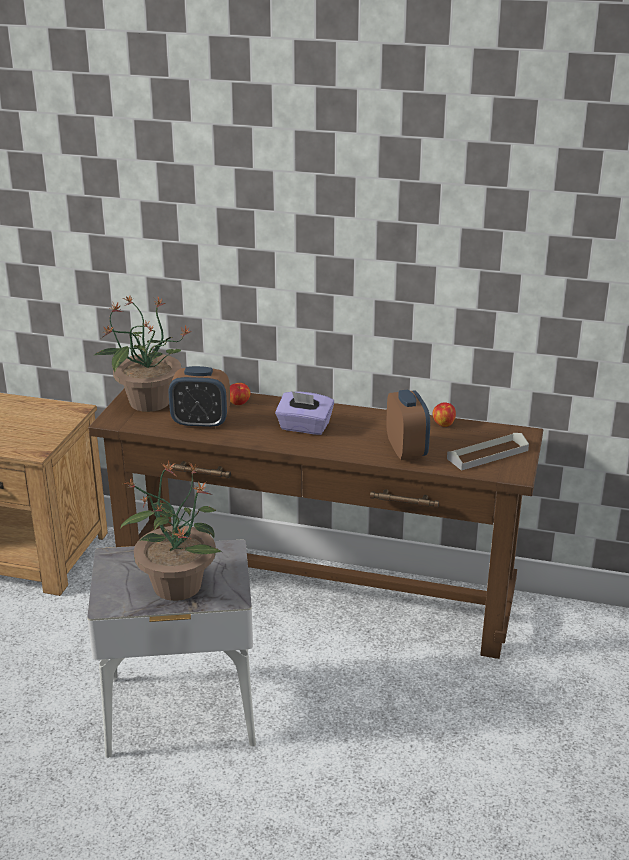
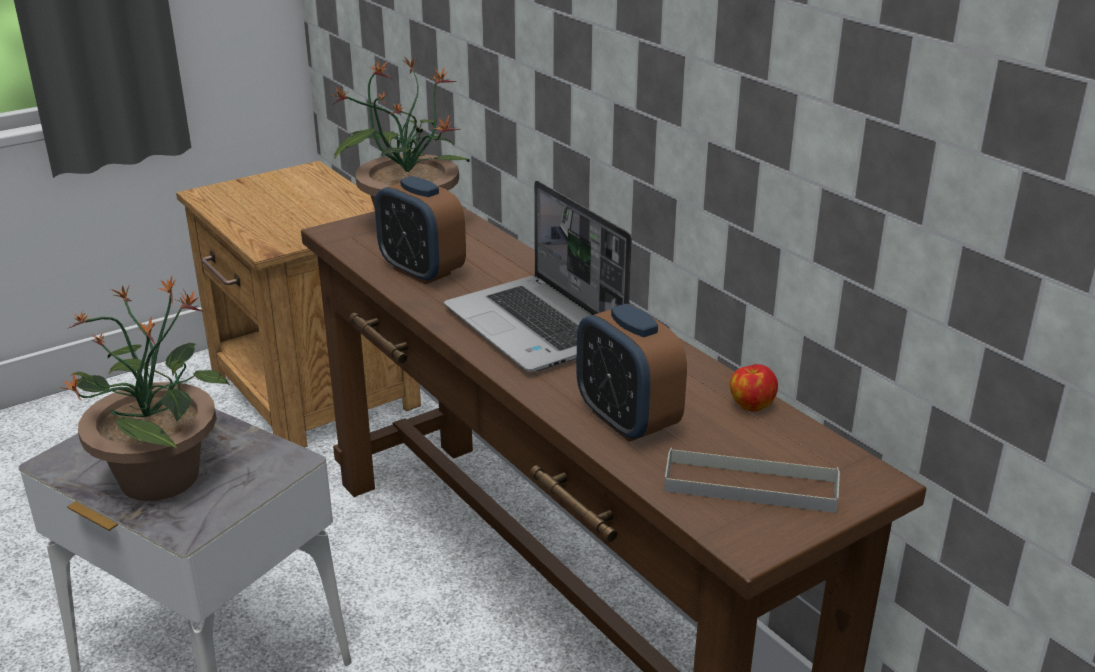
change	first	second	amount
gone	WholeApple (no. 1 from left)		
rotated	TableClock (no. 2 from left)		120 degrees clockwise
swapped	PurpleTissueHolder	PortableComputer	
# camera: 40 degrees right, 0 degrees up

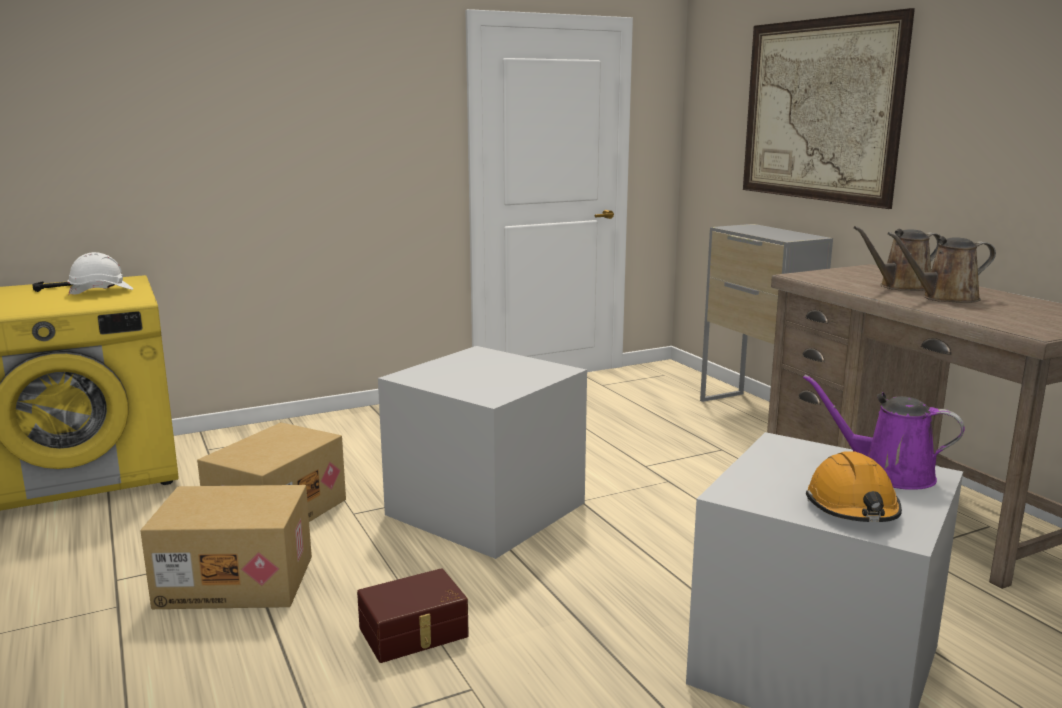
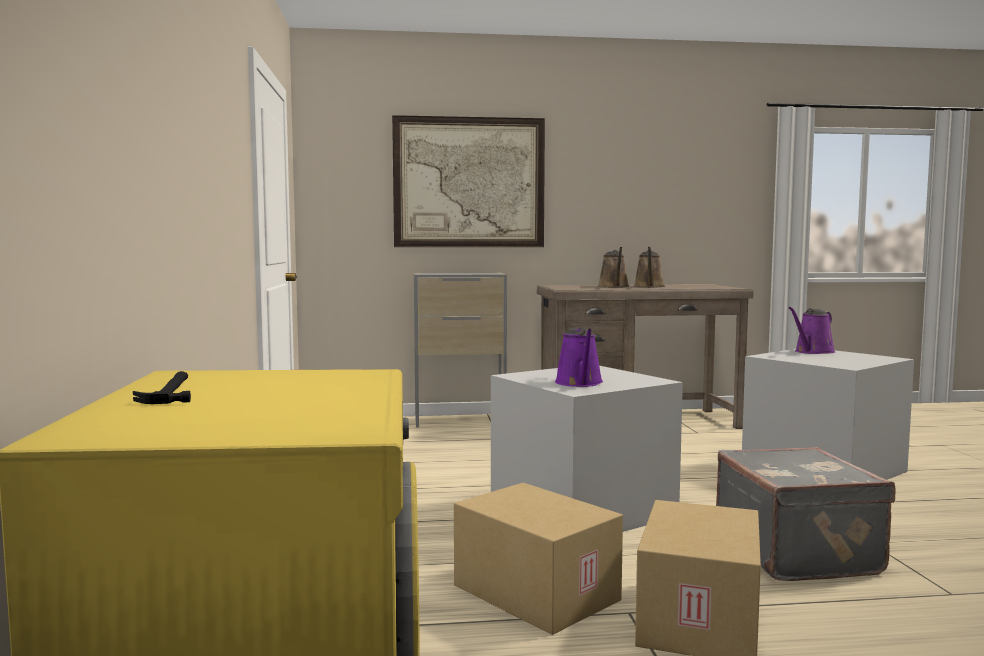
change	first	second	amount
gone	WhiteHardHat		
gone	OrangeHardHat		
swapped	BrownColouredStorageBin	GrayTravelCase	
new		PurpleSprinklingCan (no. 1 from left)	
# camera: 70 degrees left, 10 degrees down

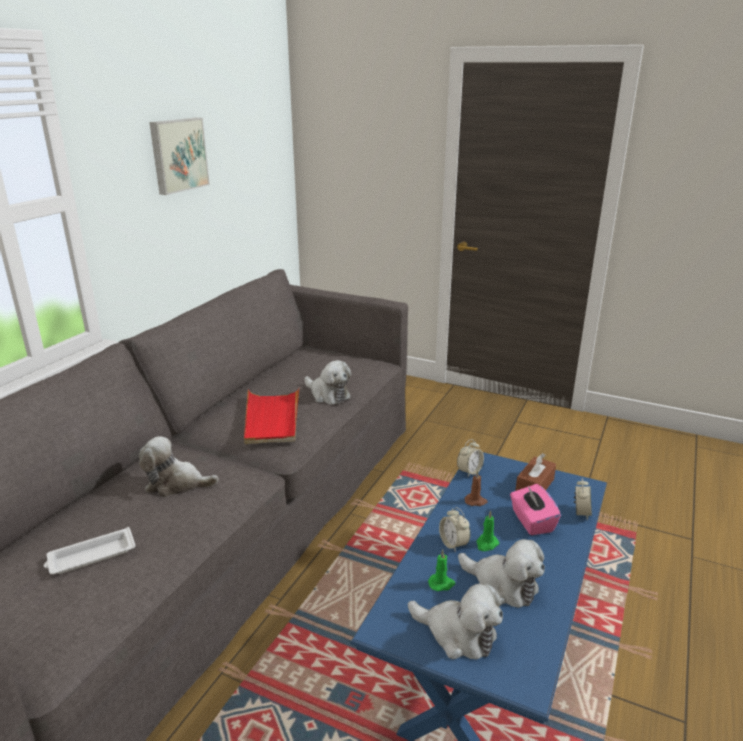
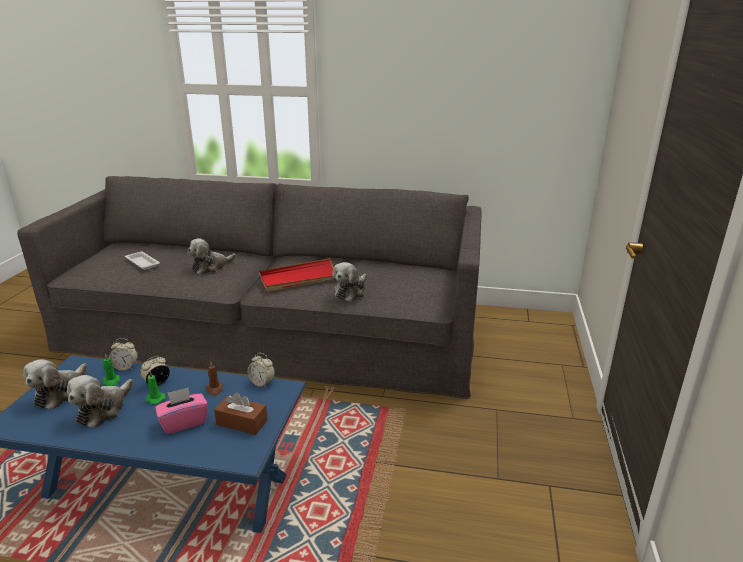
change	first	second	amount
gone	WallArt		
rotated	PlushToy (no. 1 from left in the first image)	PlushToy (no. 3 from left)	120 degrees counterclockwise
shifted	TableClock (no. 3 from left in the first image)	TableClock (no. 1 from left)	
# camera: 75 degrees right, 0 degrees up

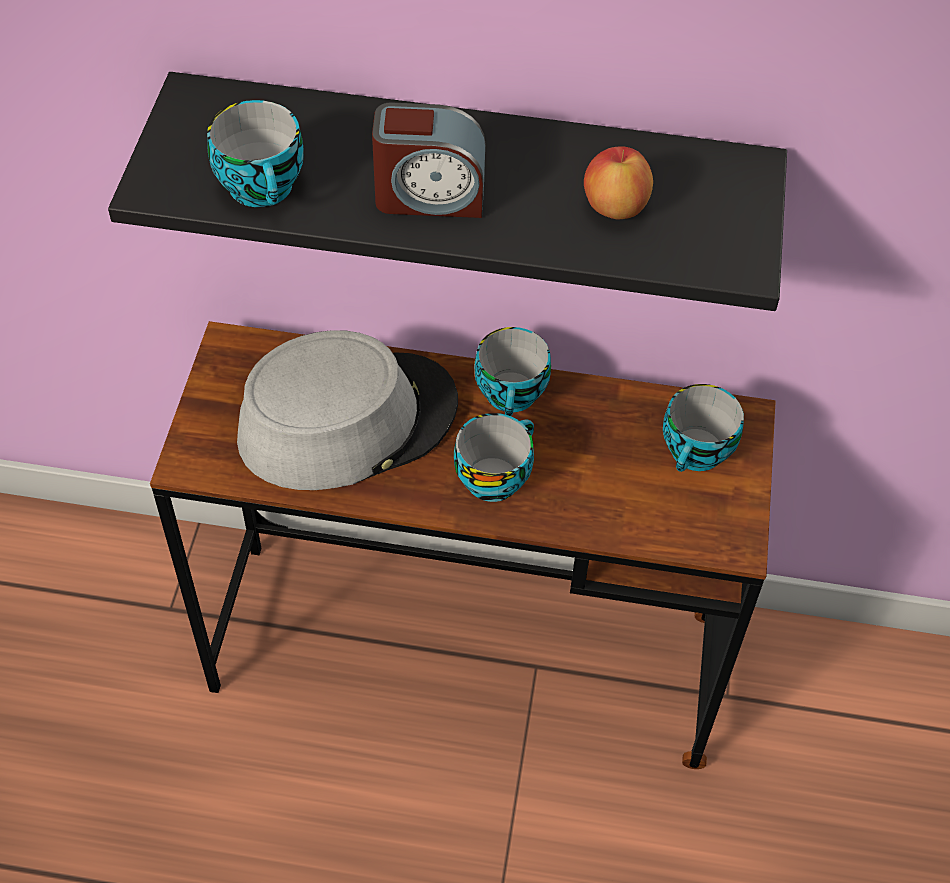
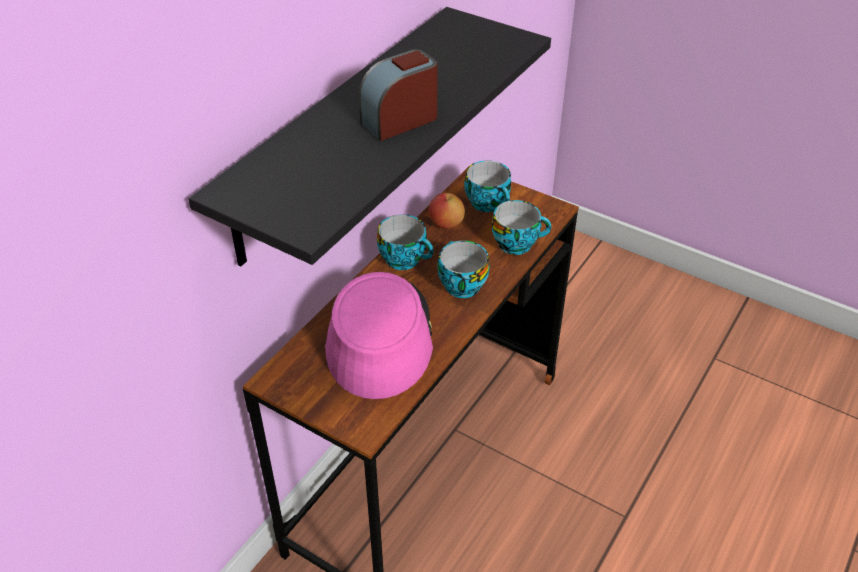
change	first	second	amount
shifted	DrinkingCup (no. 1 from left in the first image)	DrinkingCup (no. 4 from left)	
rotated	TableClock		150 degrees counterclockwise
shifted	WholeApple		
repainted	GrayHat	PinkHat	
# camera: 65 degrees left, 10 degrees down

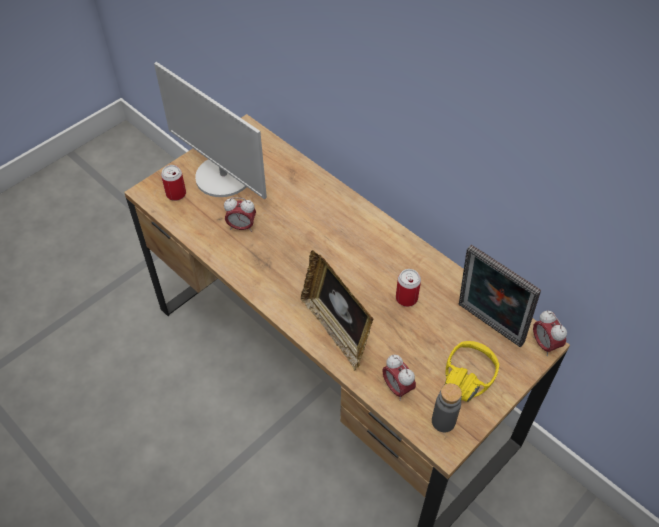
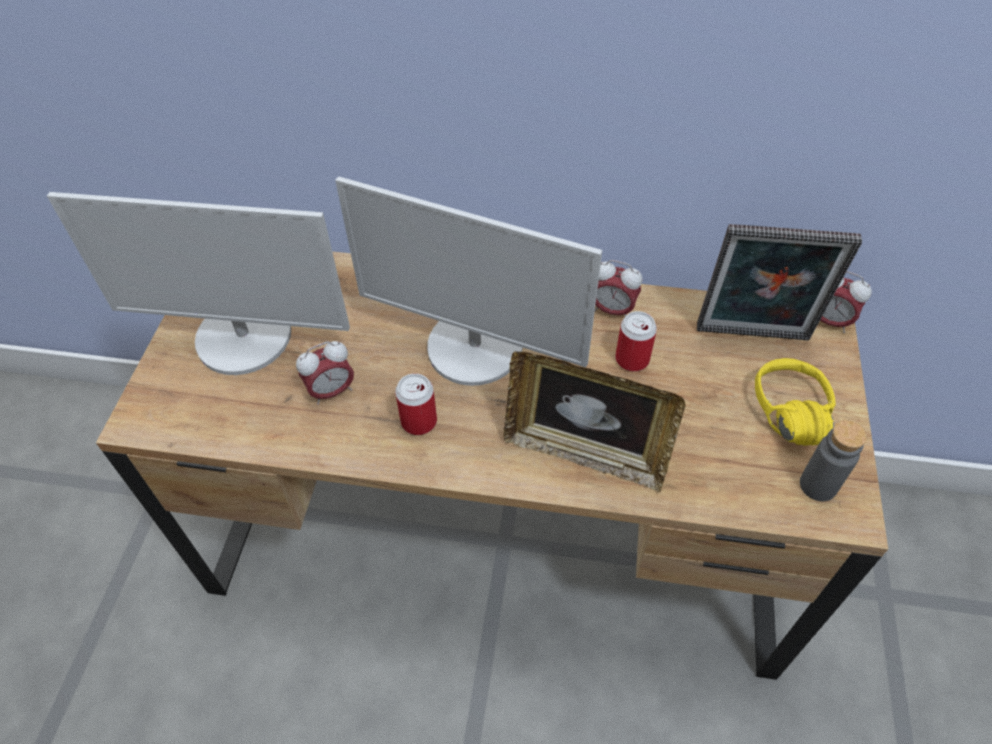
change	first	second	amount
shifted	MetalCan (no. 1 from left)		
shifted	TableClock (no. 2 from left)		
new		ComputerDisplay (no. 2 from left)	
# camera: 35 degrees left, 0 degrees up

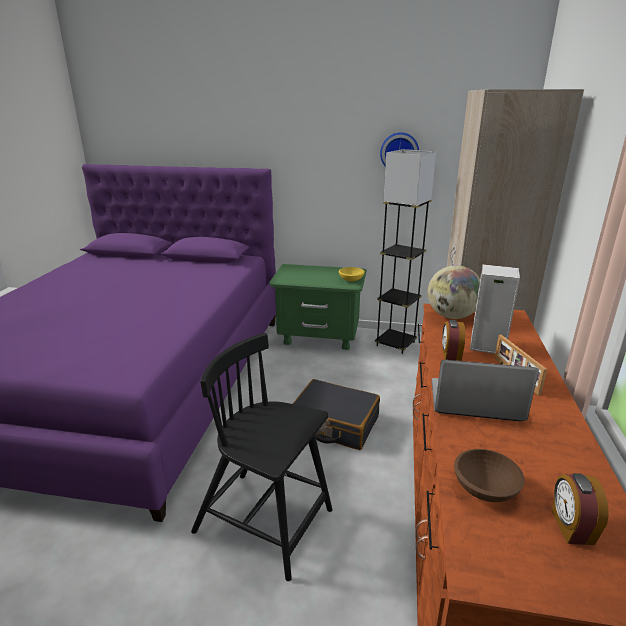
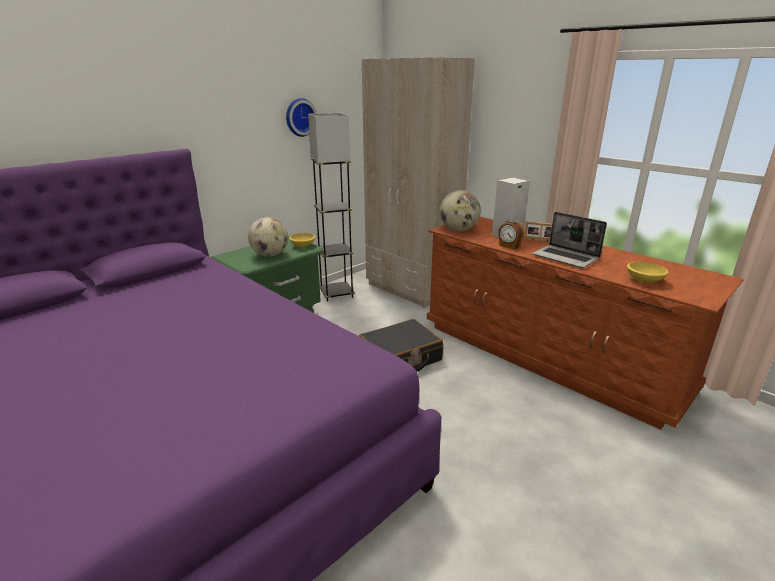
change	first	second	amount
gone	BlackUprightChair		
rotated	PortableComputer		90 degrees counterclockwise
repainted	BrownColouredDeepDish	YellowColouredDeepDish (no. 2 from left)	
gone	TableClock (no. 2 from left)		
new		WorldGlobe (no. 1 from left)	
# camera: 55 degrees left, 0 degrees up

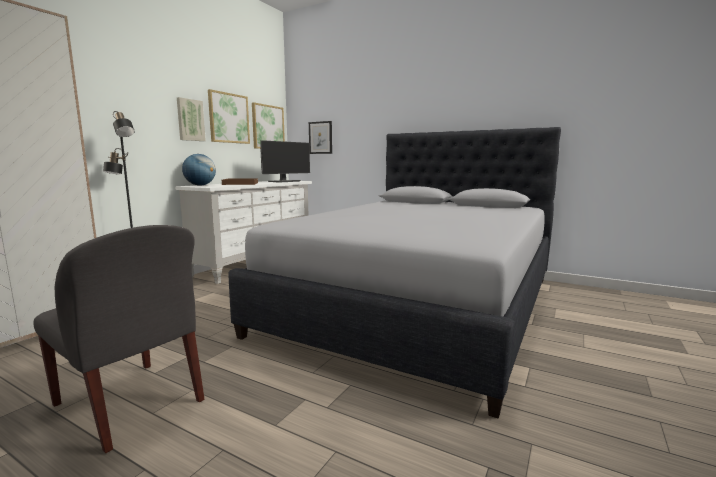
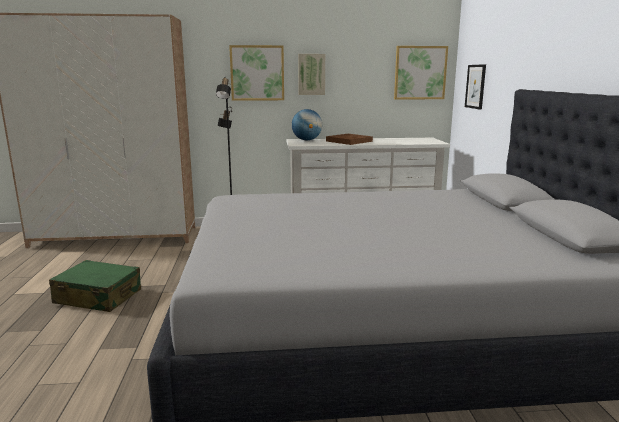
change	first	second	amount
shifted	WallArt (no. 2 from left in the first image)	WallArt (no. 1 from left)	
gone	ComputerDisplay		
swapped	GrayUprightChair	GreenTravelCase	
# camera: 55 degrees right, 5 degrees up

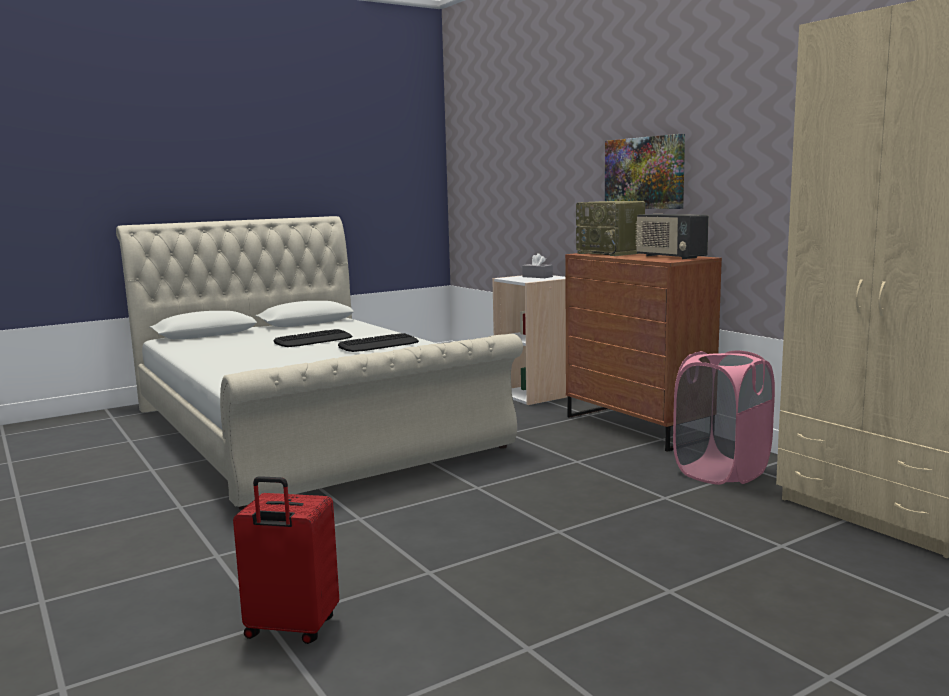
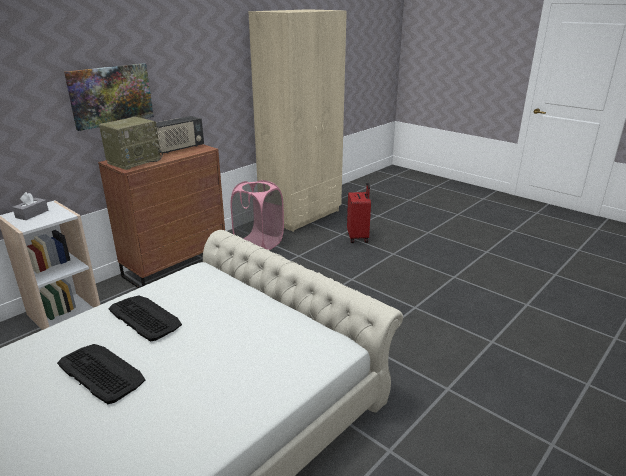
change	first	second	amount
shifted	RedColouredTravelCase		
# camera: 105 degrees left, 15 degrees up

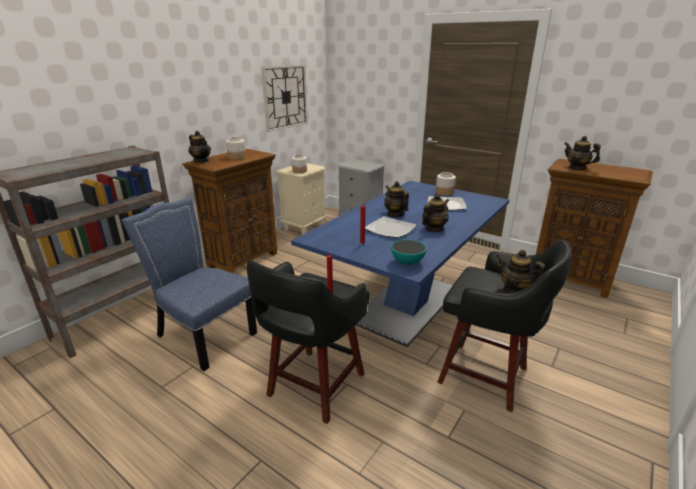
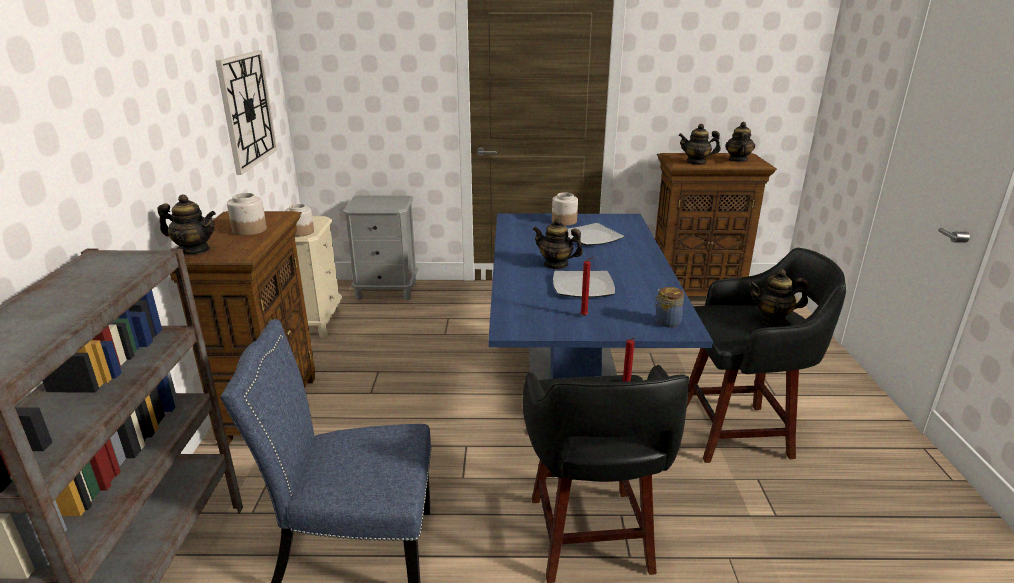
change	first	second	amount
shifted	TeaPot (no. 3 from left in the first image)	TeaPot (no. 4 from left)	
swapped	DeepDish	StorageJar (no. 4 from left)	
# camera: 35 degrees left, 0 degrees up

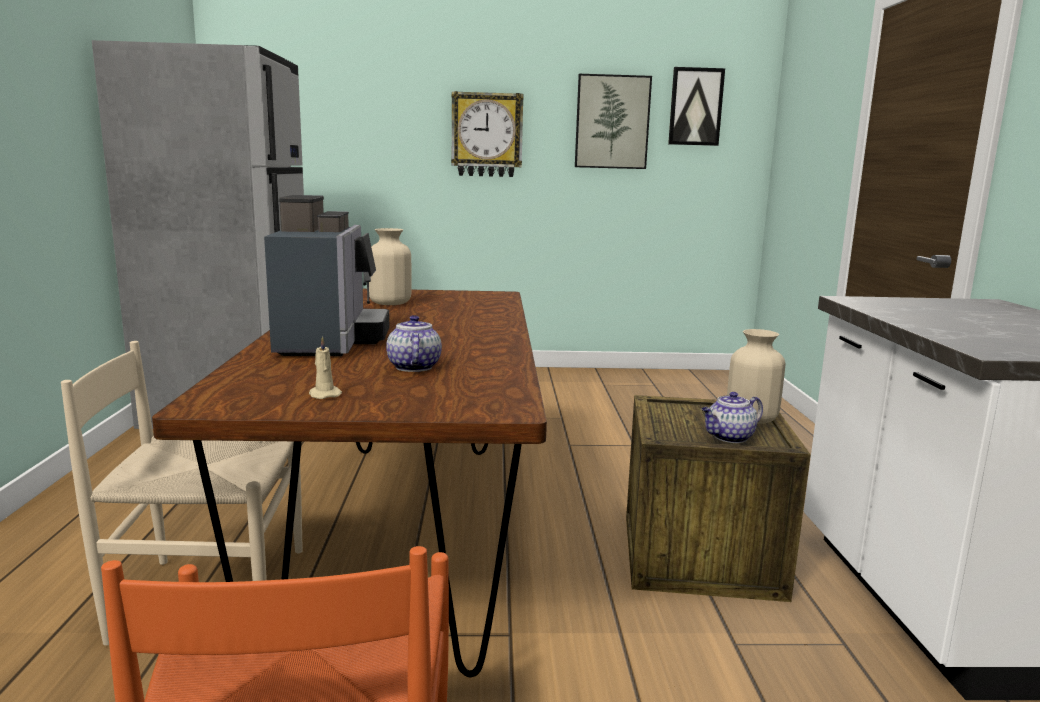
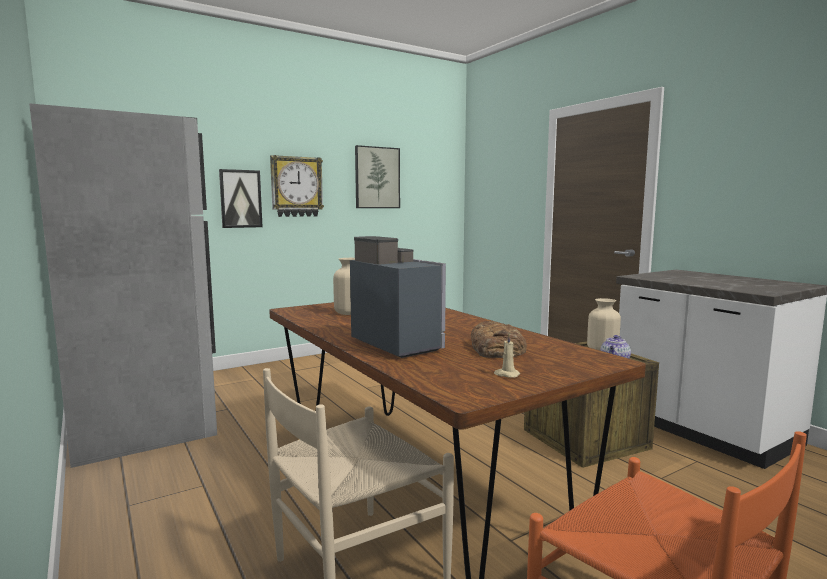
change	first	second	amount
shifted	WallArt (no. 2 from left in the first image)	WallArt (no. 1 from left)	
swapped	TeaPot (no. 1 from left)	BakedBread	
# camera: 30 degrees left, 5 degrees down

